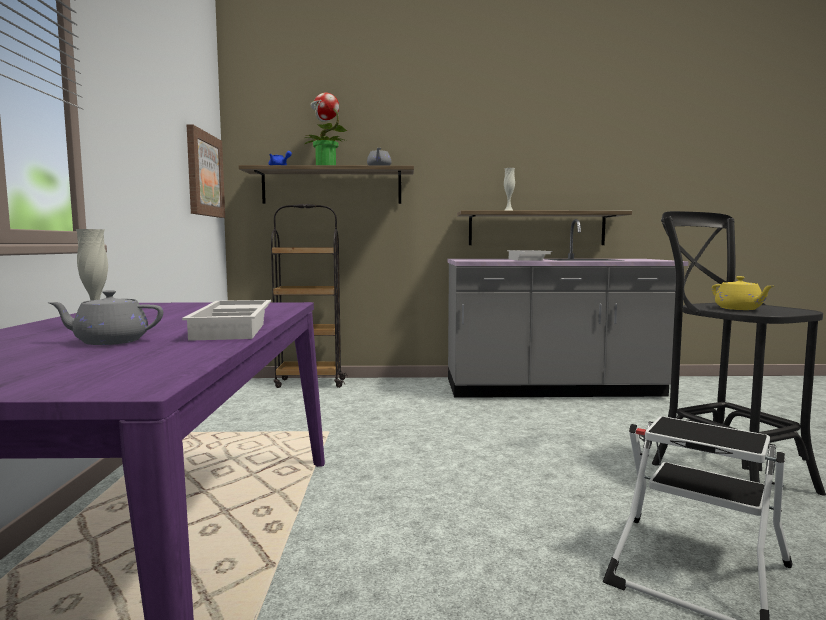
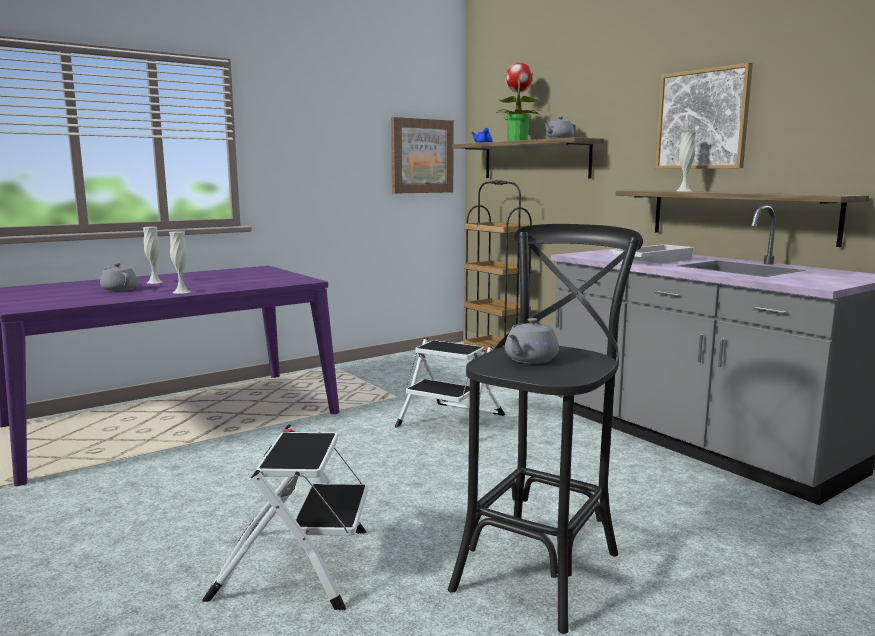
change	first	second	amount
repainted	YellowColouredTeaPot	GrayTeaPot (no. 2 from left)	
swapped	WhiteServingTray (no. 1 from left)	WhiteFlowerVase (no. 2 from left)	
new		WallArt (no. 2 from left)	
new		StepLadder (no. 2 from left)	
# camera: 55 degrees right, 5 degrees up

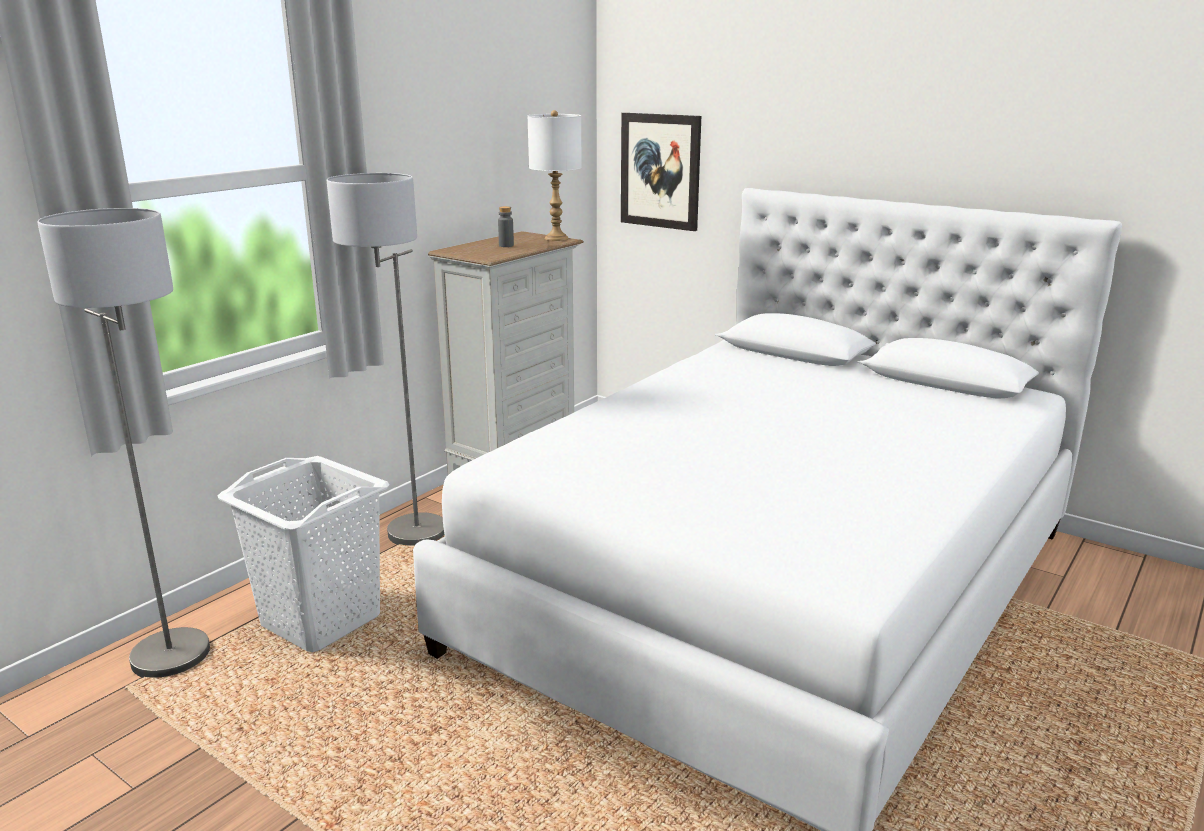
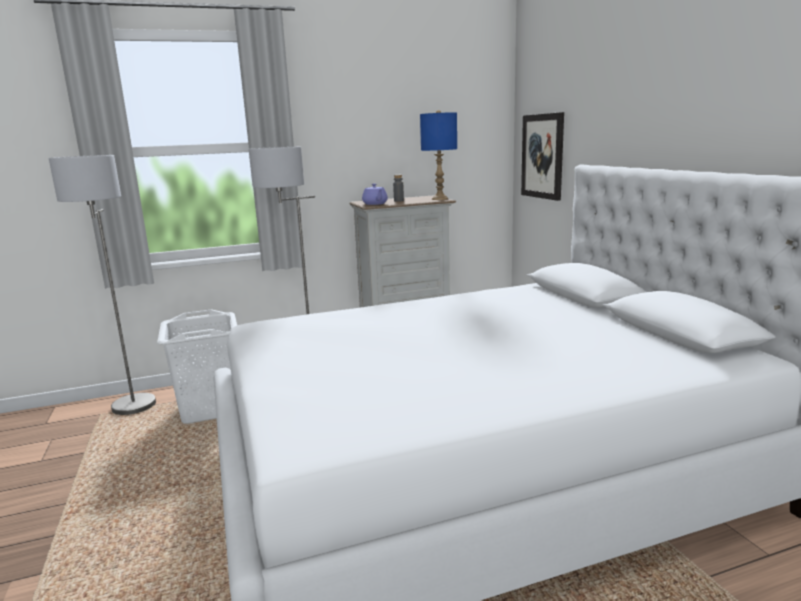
change	first	second	amount
repainted	WhiteTabletopLamp	BlueTabletopLamp	
new		PurpleTeaPot	
# camera: 35 degrees right, 5 degrees down

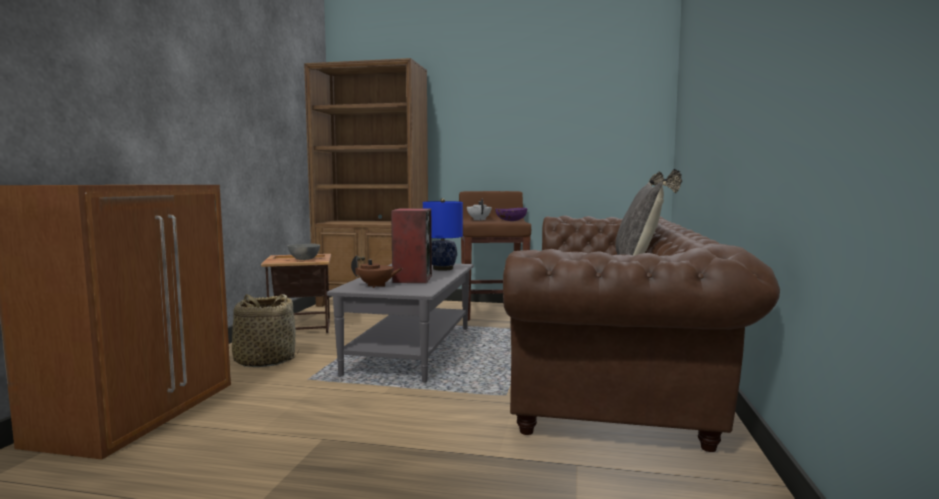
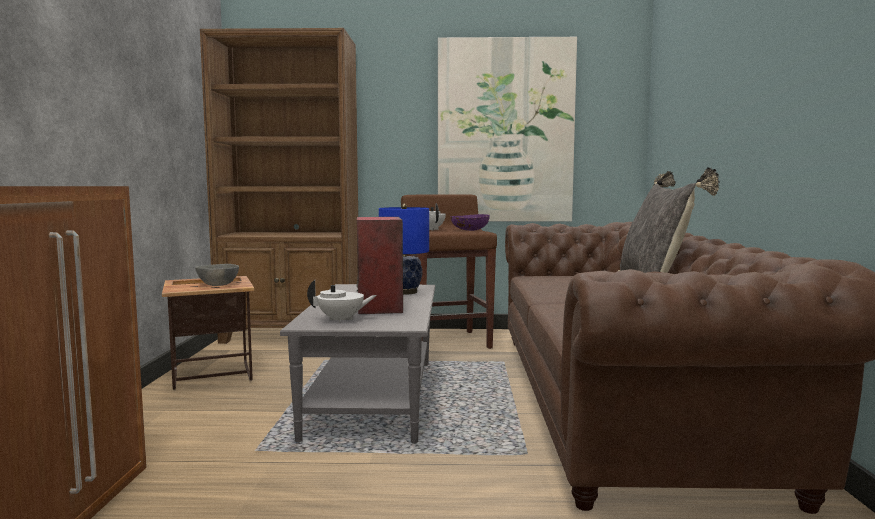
change	first	second	amount
repainted	BrownColouredTeaPot	WhiteTeaPot (no. 1 from left)	
gone	StorageBasket		
new		WallArt	
# camera: 10 degrees left, 0 degrees up

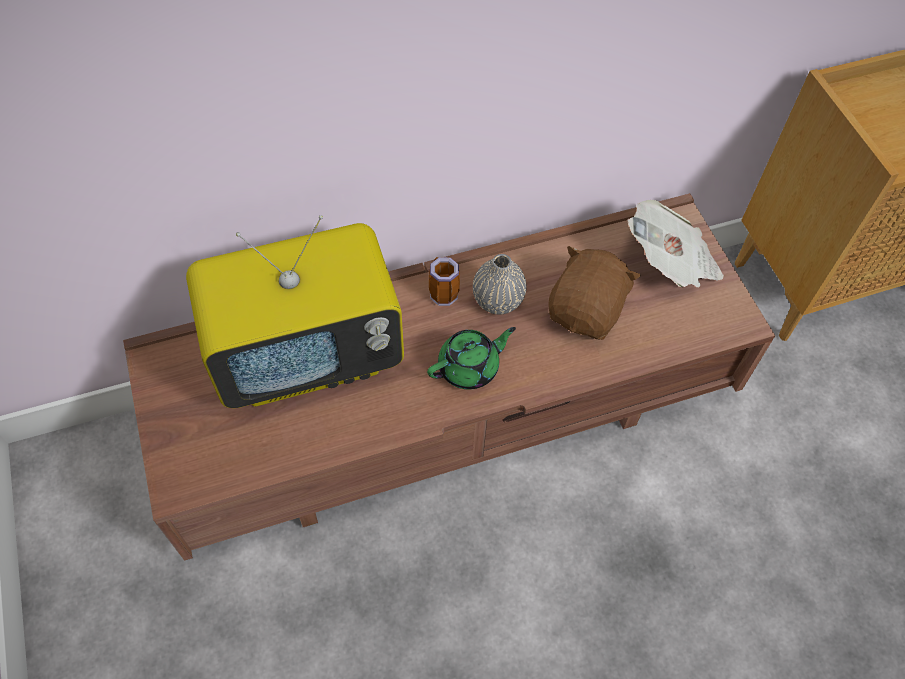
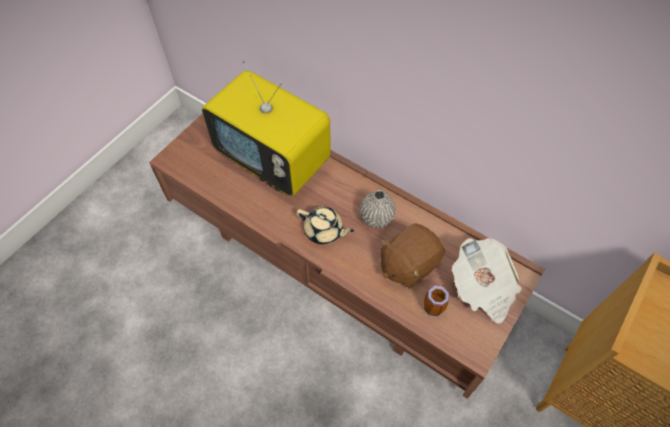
change	first	second	amount
rotated	BrownColouredPlushToy		150 degrees clockwise
shifted	Mug		
repainted	GreenTeaPot	BeigeColouredTeaPot	
# camera: 55 degrees right, 0 degrees up

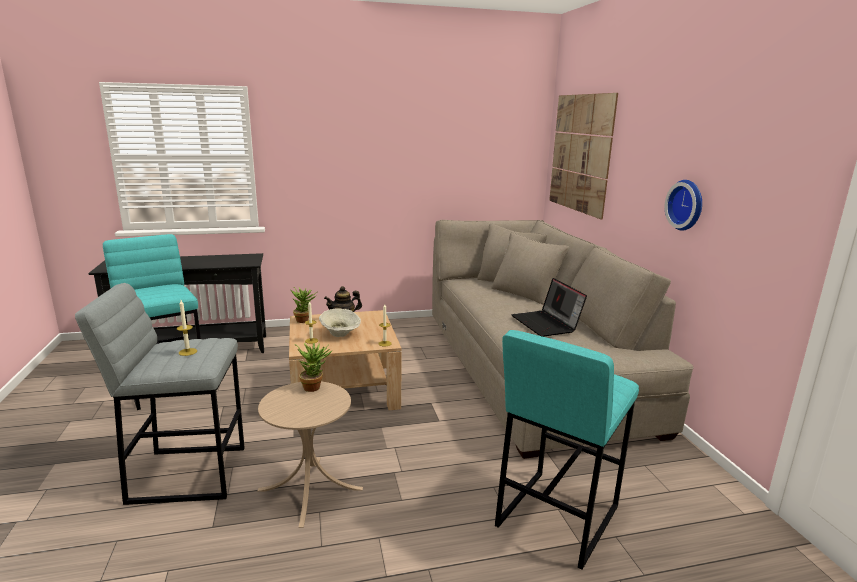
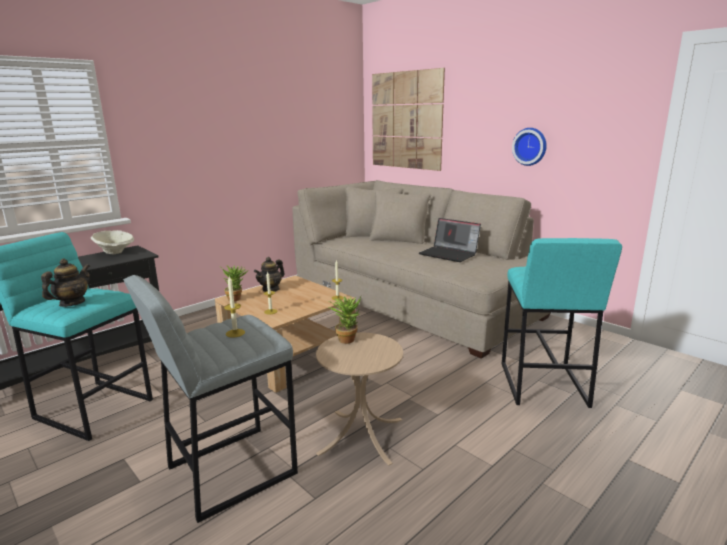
change	first	second	amount
shifted	BeigeColouredDeepDish		
new		TeaPot (no. 1 from left)	
# camera: 30 degrees left, 0 degrees up

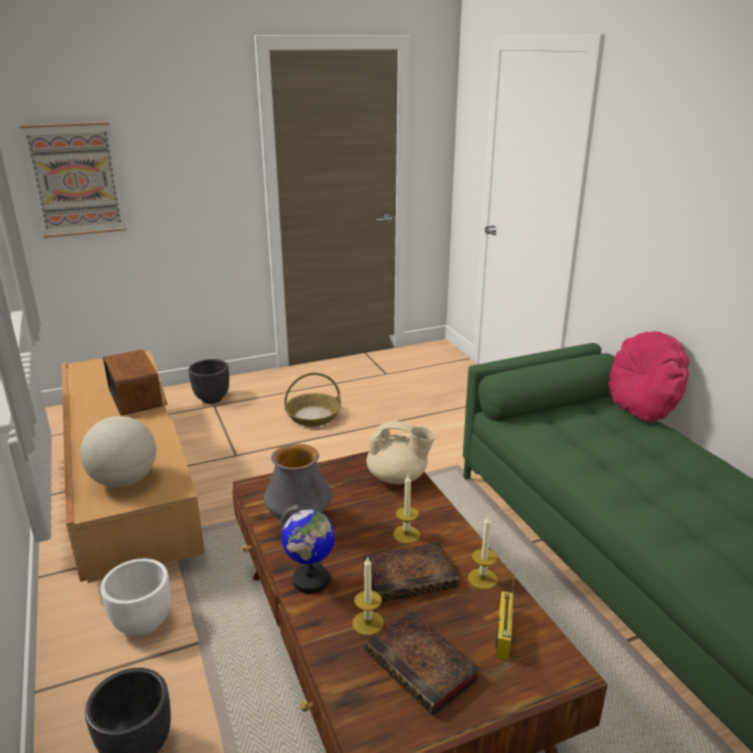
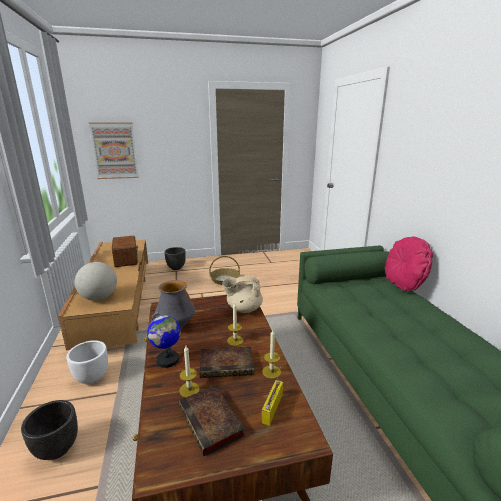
change	first	second	amount
rotated	BeigeColouredTeaPot		150 degrees clockwise
# camera: 10 degrees right, 5 degrees down

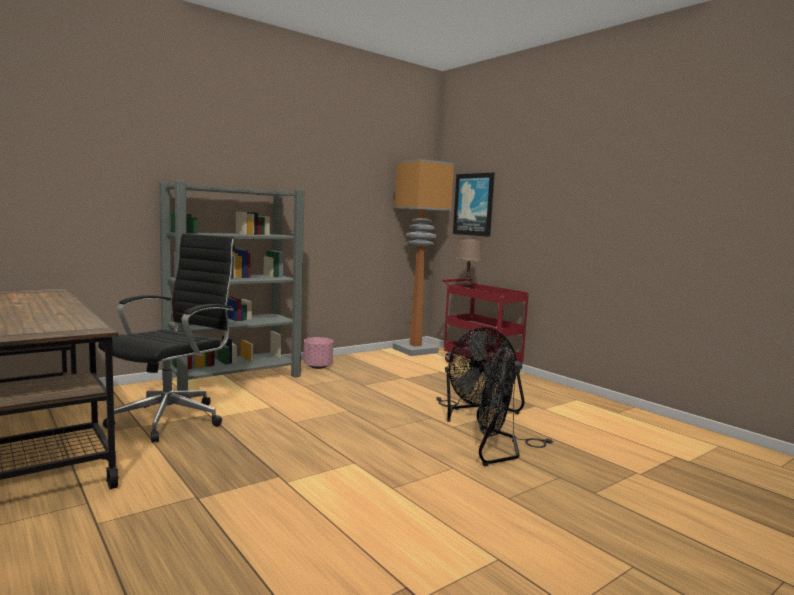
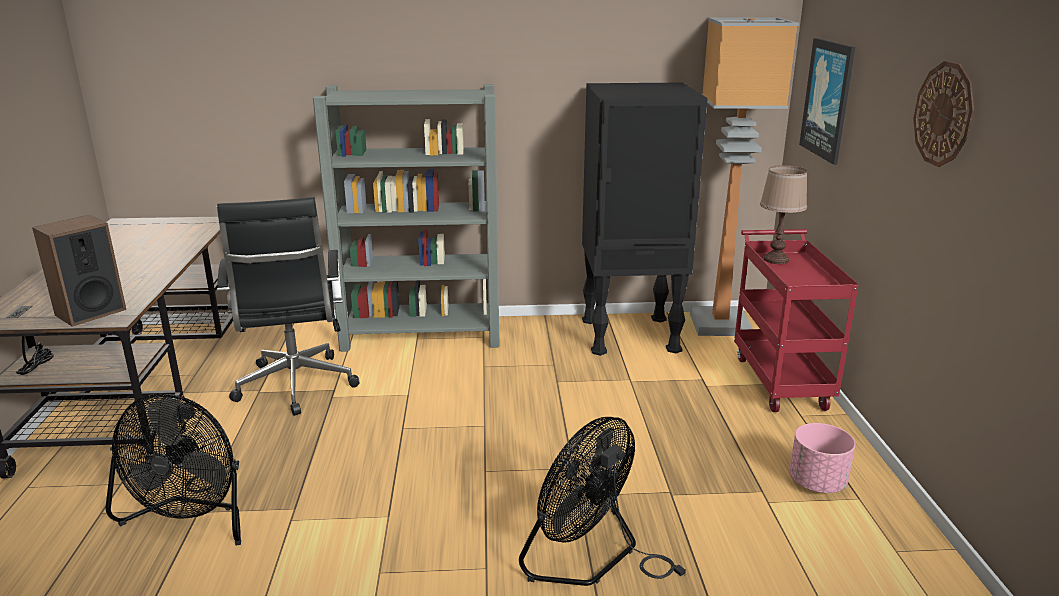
change	first	second	amount
rotated	BlackOfficeChair		105 degrees clockwise
shifted	BlackElectricFan (no. 1 from left)		
shifted	PinkPlantPot		
new		ClockOnTheWall	
new		BlackCabinet	
new		Loudspeaker	
# camera: 35 degrees right, 15 degrees up

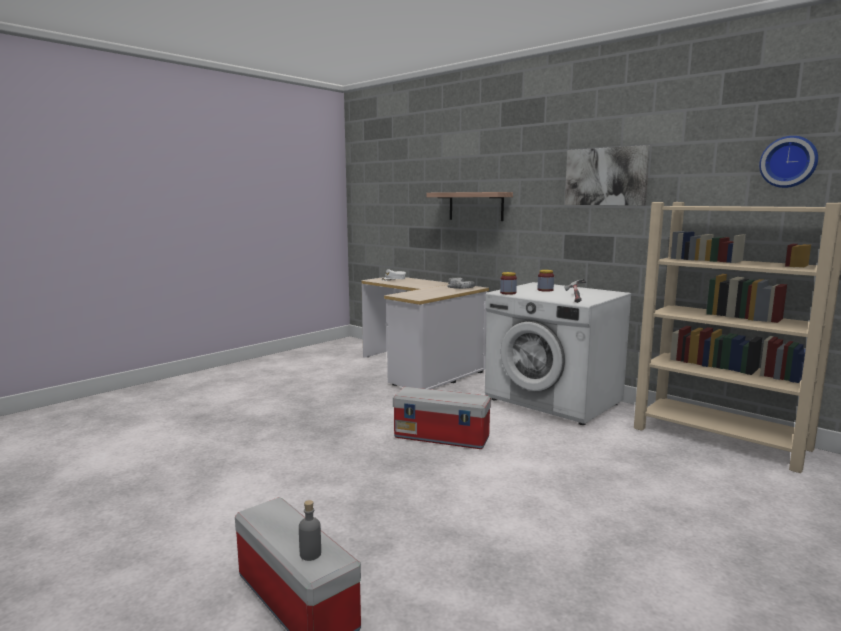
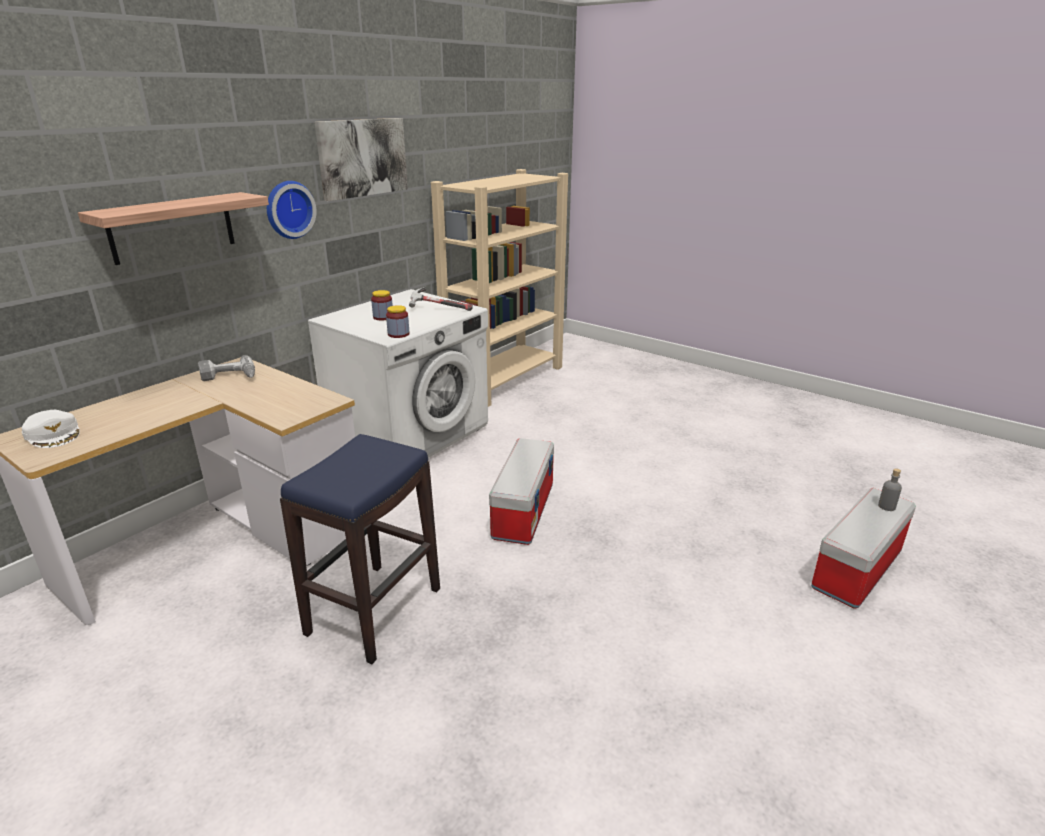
change	first	second	amount
shifted	ClockOnTheWall		
new		SittingStool	
# camera: 95 degrees left, 15 degrees up

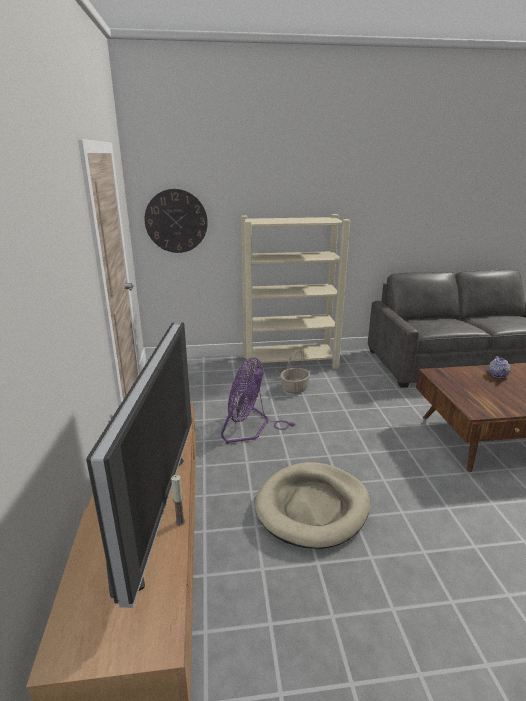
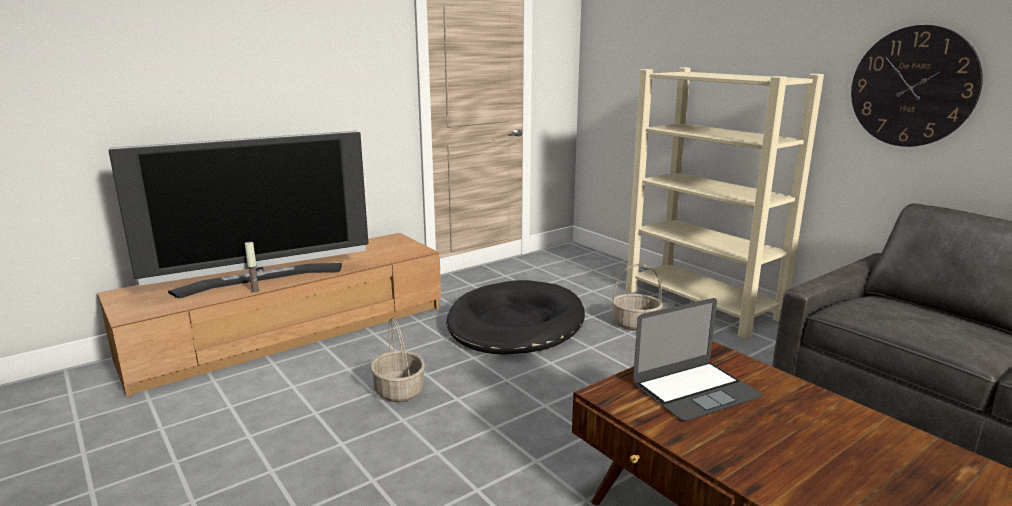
change	first	second	amount
shifted	ClockOnTheWall		
gone	TeaPot		
swapped	PurpleElectricFan	BlackDogCushion	
swapped	BeigeColouredDogCushion	StorageBasket (no. 1 from left)	
new		PortableComputer	
# camera: 60 degrees right, 5 degrees down

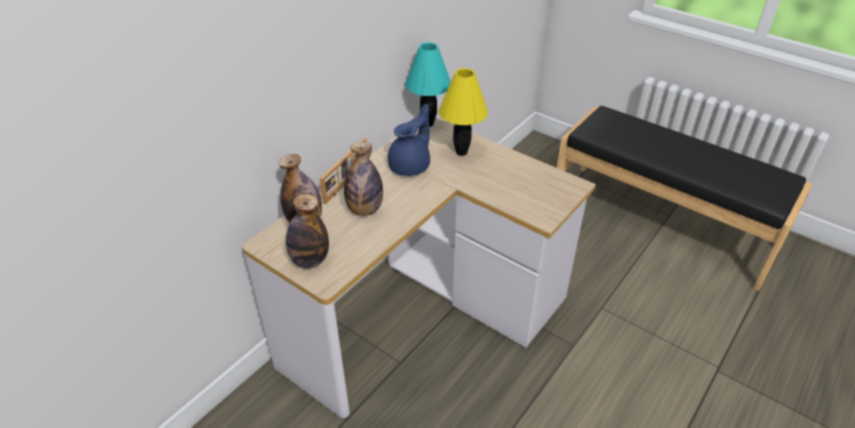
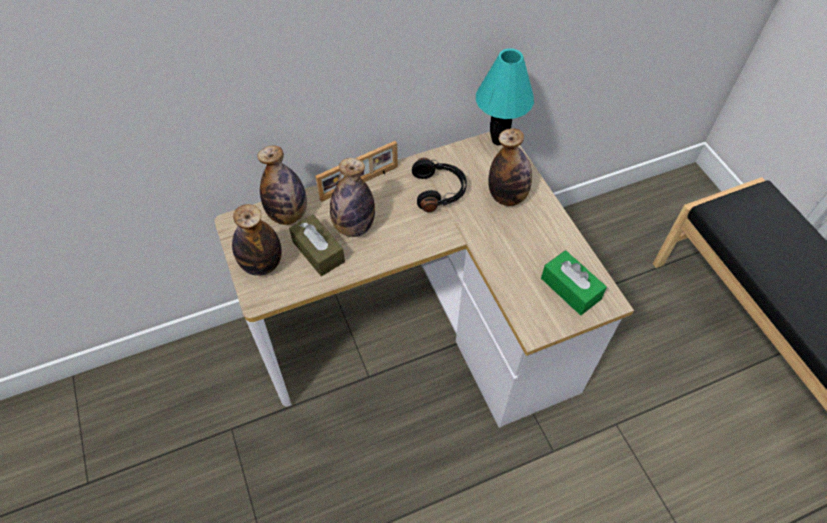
change	first	second	amount
swapped	YellowColouredTabletopLamp	BeverageBottle (no. 4 from left)	
swapped	BlueTeaPot	BlackHeadphones	
new		BrownColouredTissueHolder	
new		GreenTissueHolder	
# camera: 30 degrees right, 15 degrees up

